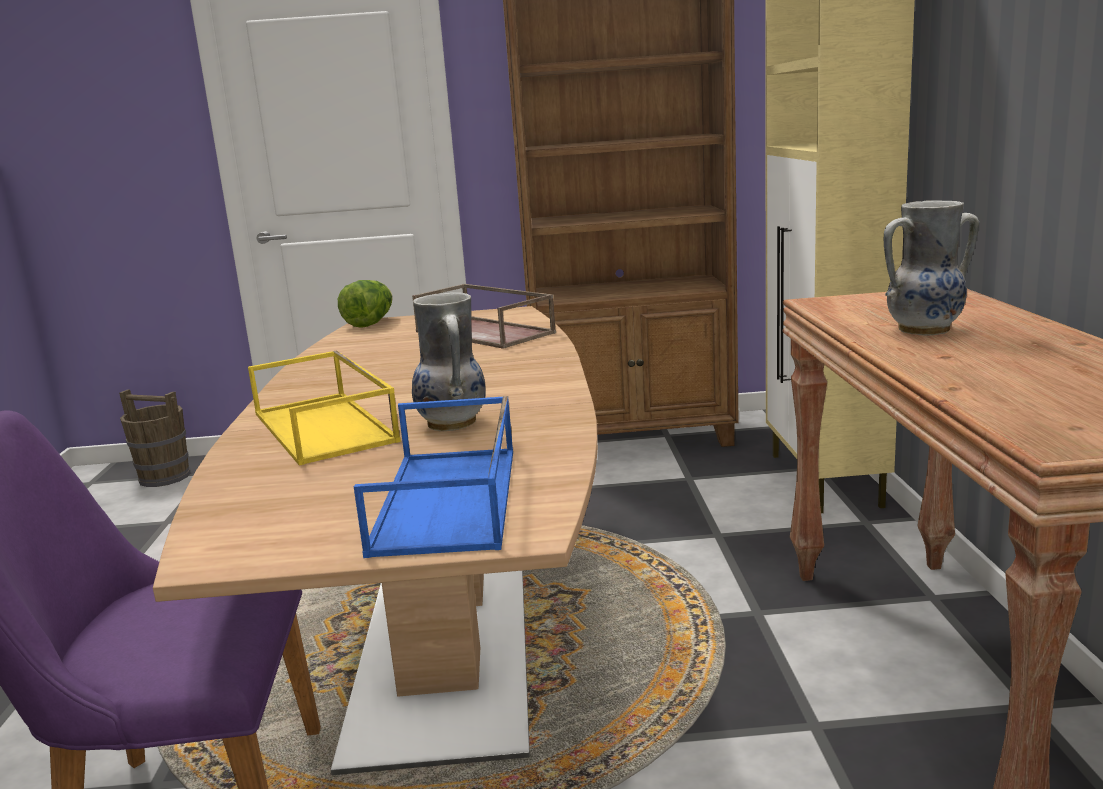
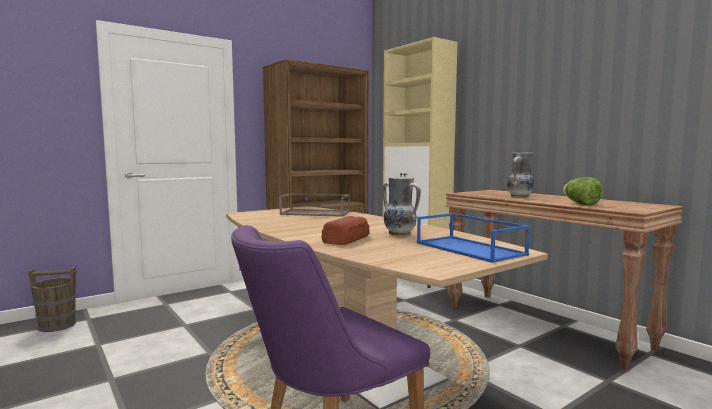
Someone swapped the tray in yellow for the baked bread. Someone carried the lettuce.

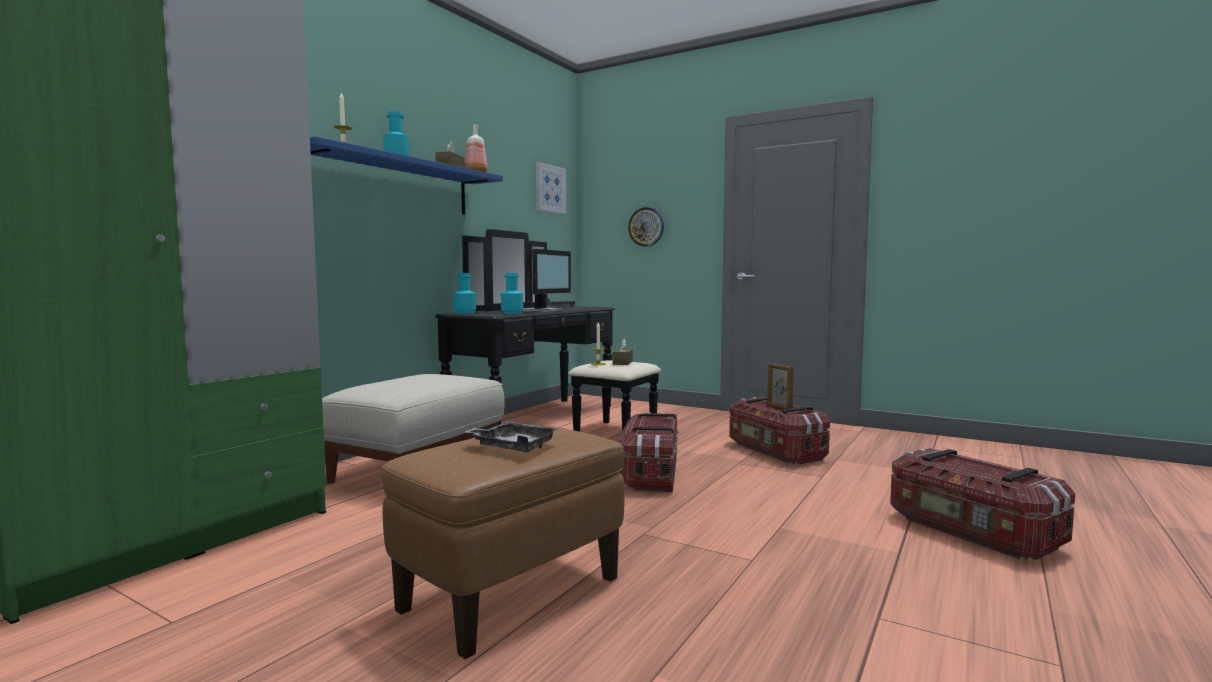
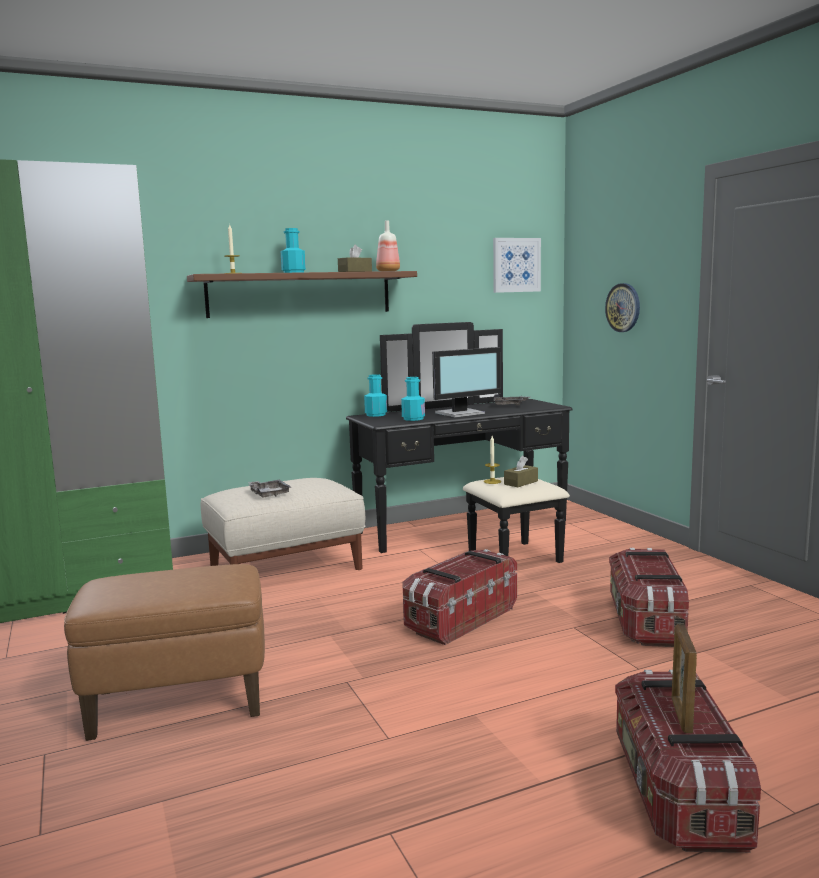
Someone repainted the shelf in bluish, which became the shelf in brownish. Someone carried the tray in greyish (no. 1 from left). Someone carried the picture frame.

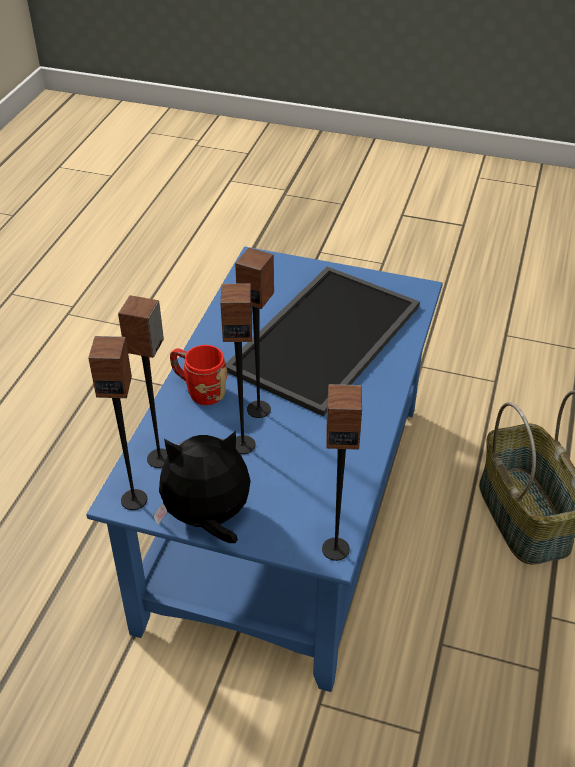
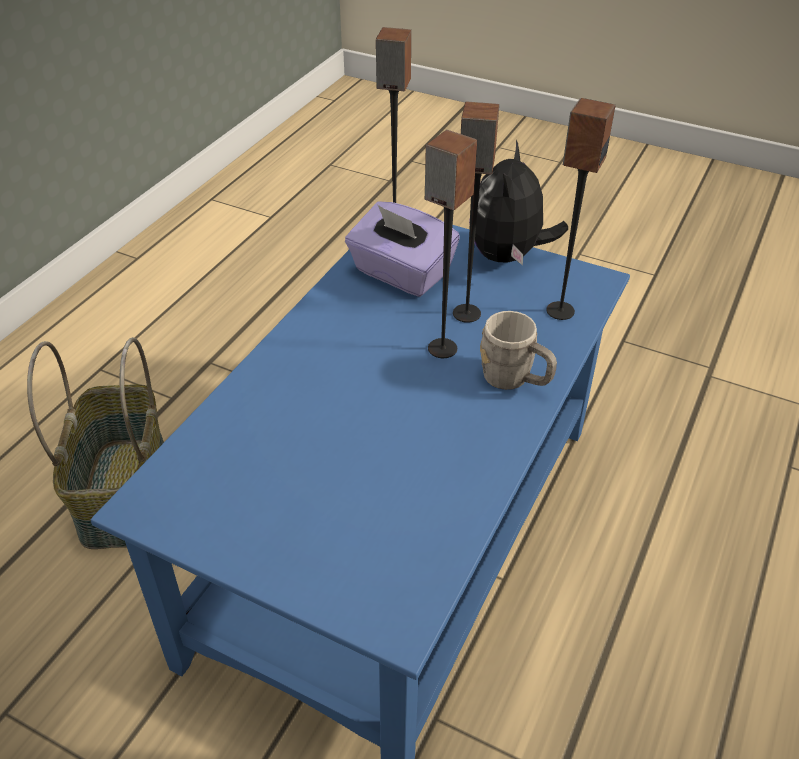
Someone took away the loudspeaker (no. 1 from left). Someone rotated the plush toy by 105 degrees clockwise. Someone repainted the mug in red, which became the mug in greyish. Someone took away the tray. Someone put down the tissue box in purple-coloured.

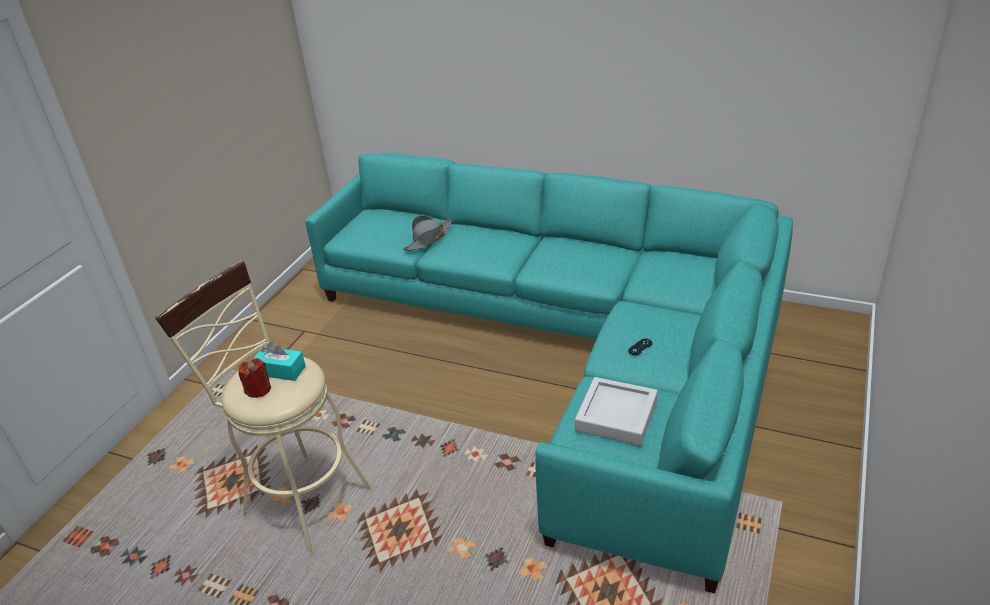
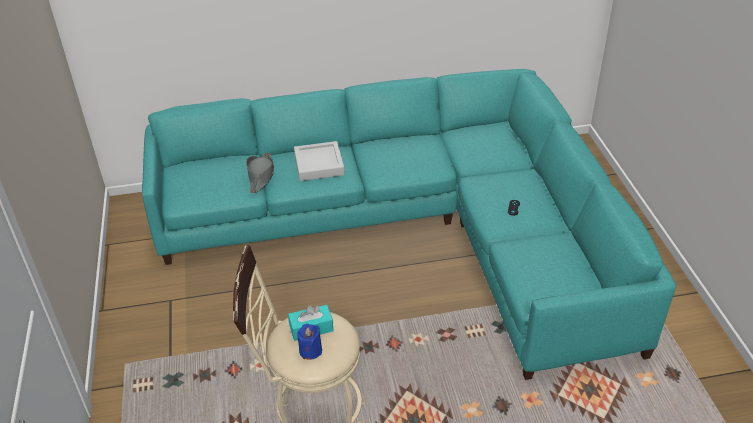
Someone repainted the wax light in red, which became the wax light in bluish. Someone carried the tray in greyish.

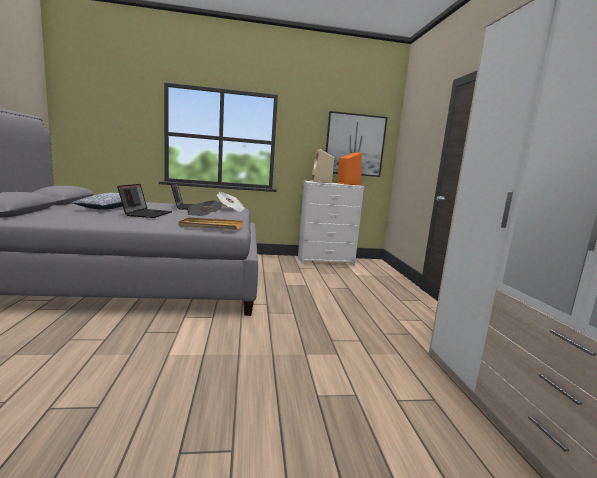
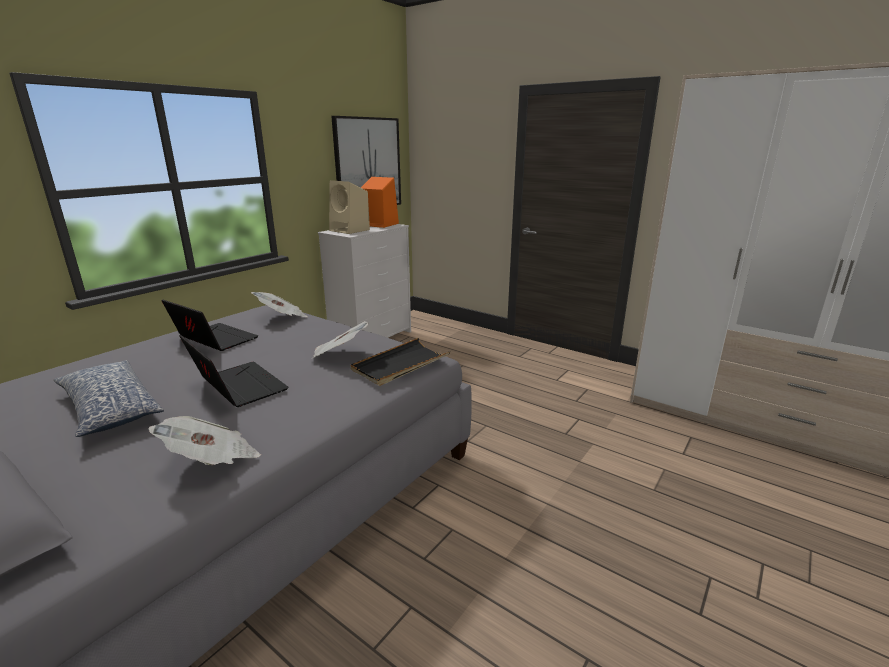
Someone repainted the tray in sand-coloured, which became the tray in black-coloured. Someone put down the printed paper (no. 1 from left).

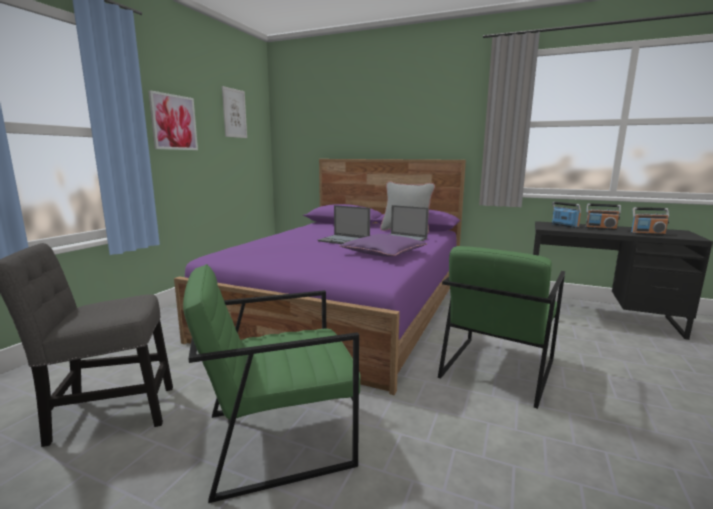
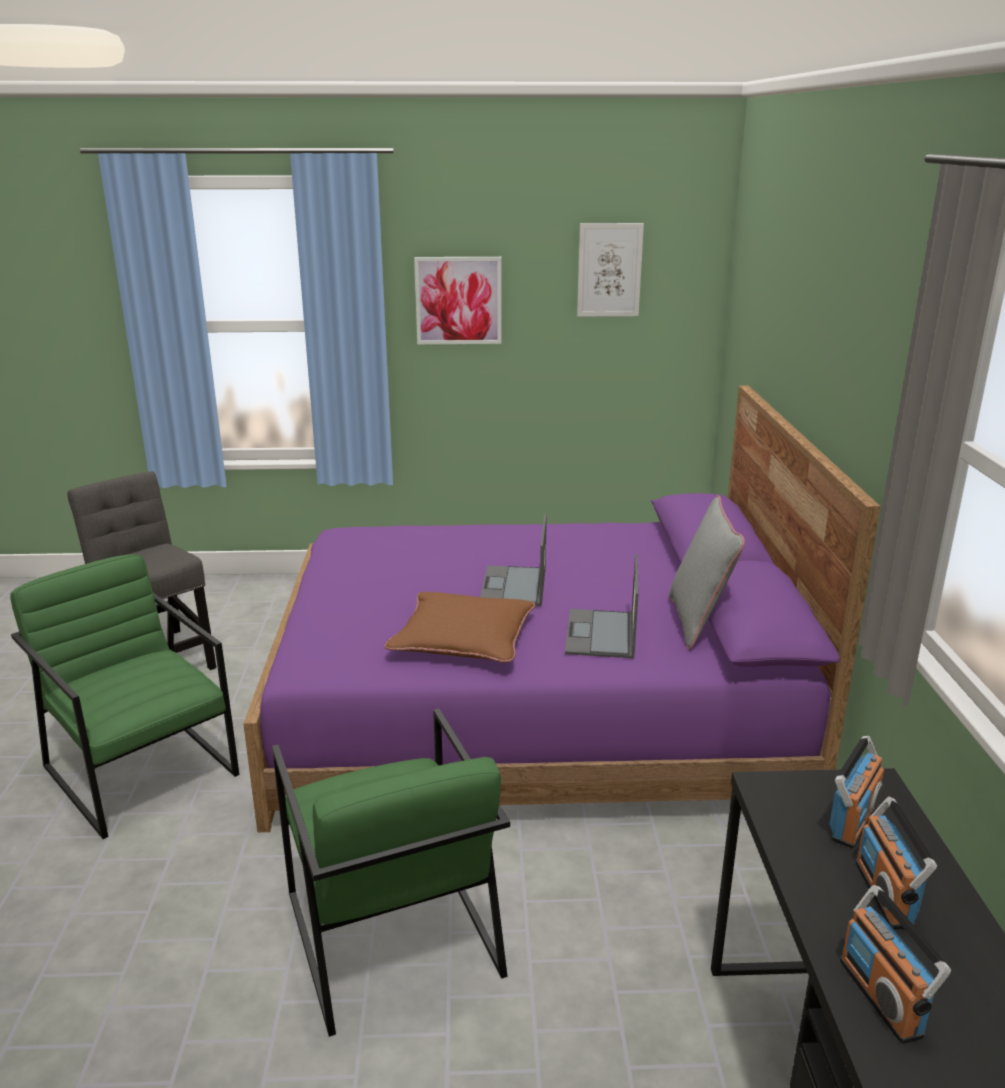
Someone repainted the pillow in purple-coloured, which became the pillow in brownish. Someone rotated the easy chair in green (no. 2 from left) by 120 degrees counterclockwise.

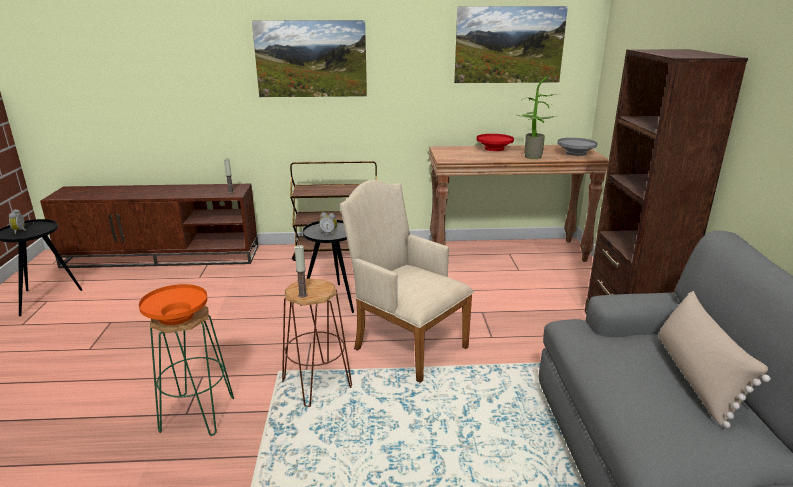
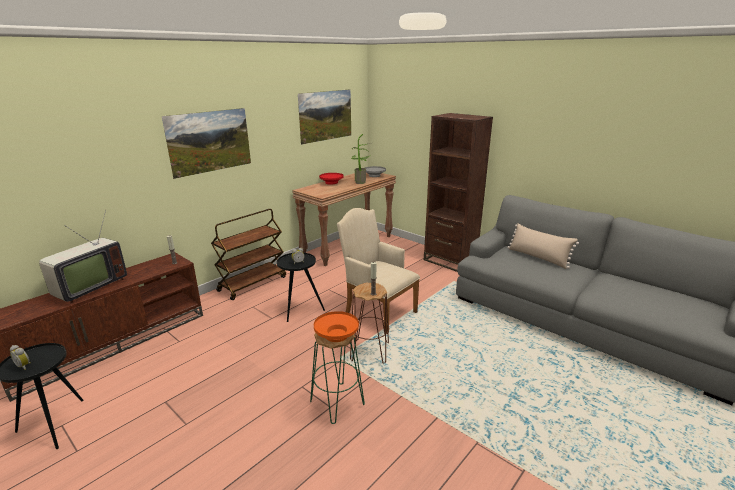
Someone rotated the easy chair in sand-coloured by 45 degrees clockwise. Someone put down the TV.

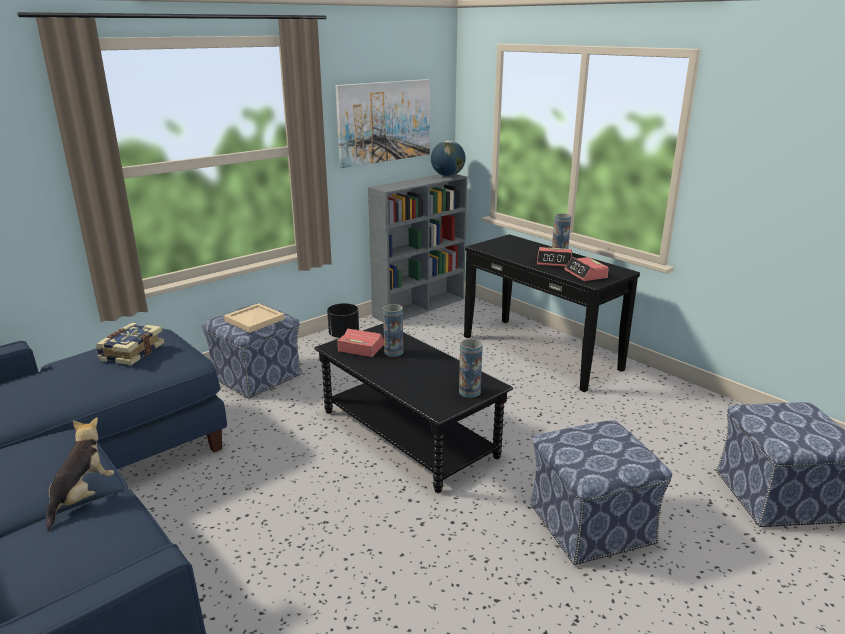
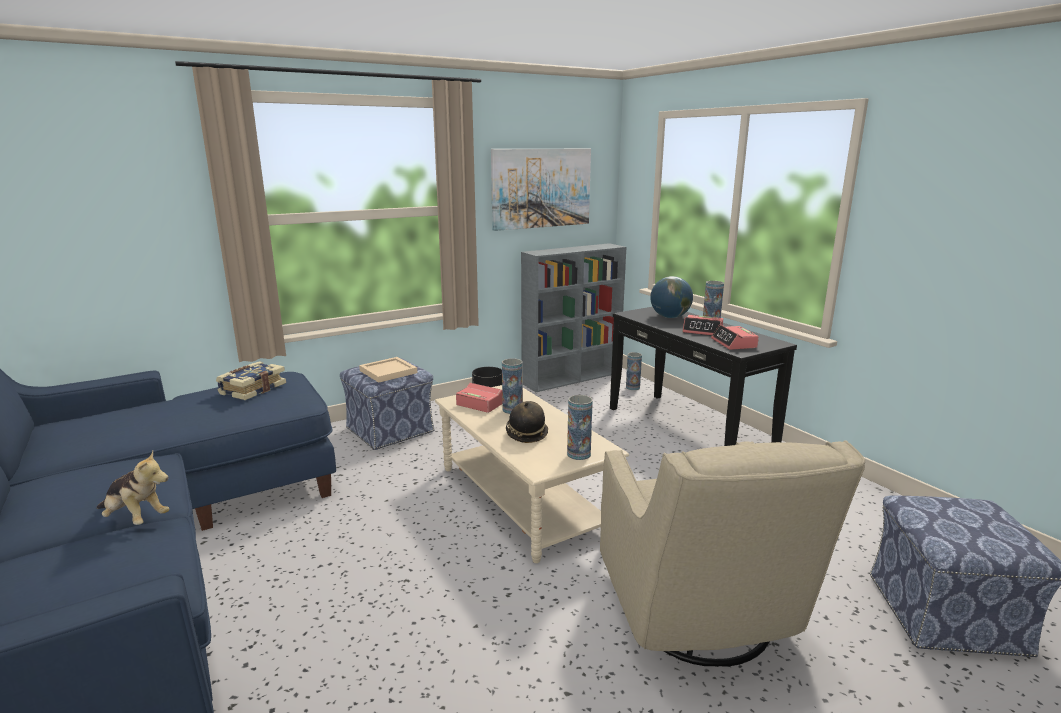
Someone rotated the plush toy by 90 degrees clockwise. Someone repainted the lounge table in black-coloured, which became the lounge table in sand-coloured. Someone carried the globe. Someone swapped the footrest (no. 2 from left) for the easy chair in sand-coloured. Someone put down the hat. Someone put down the decorative vase (no. 3 from left).

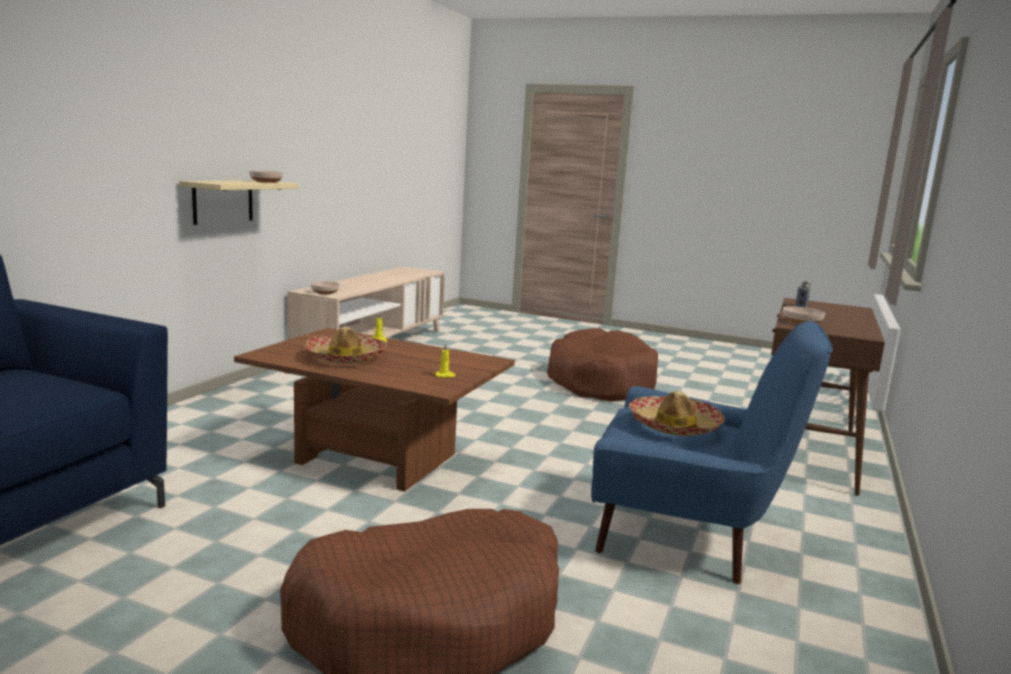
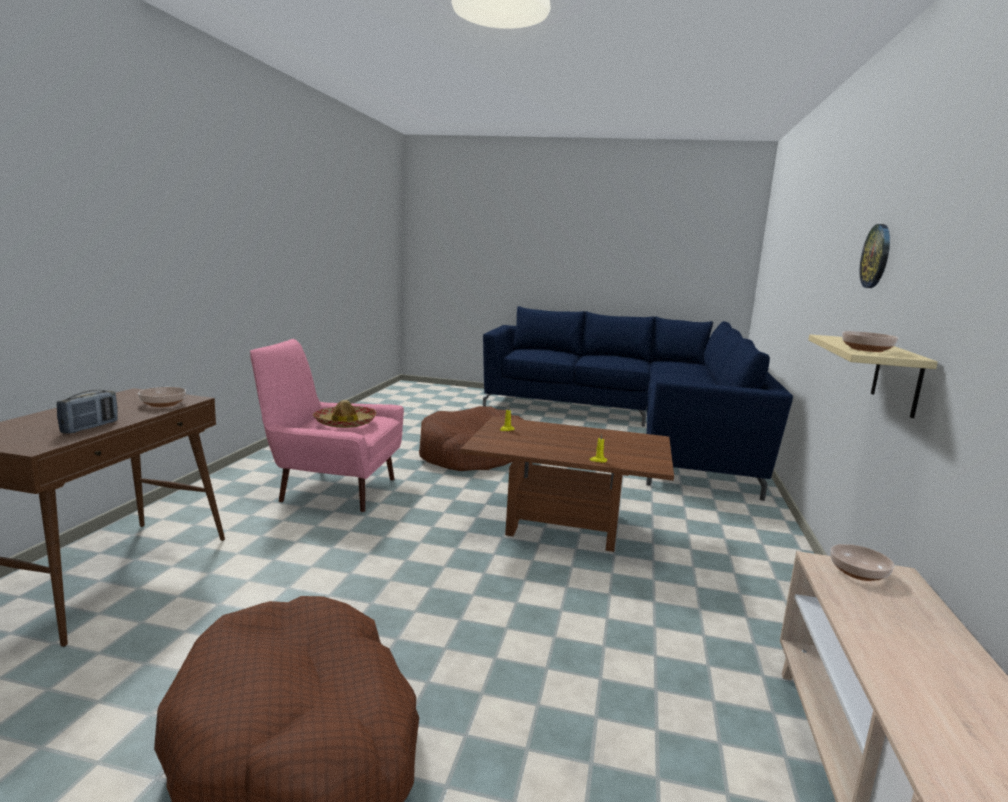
Someone took away the hat (no. 1 from left). Someone repainted the easy chair in bluish, which became the easy chair in pink-coloured. Someone put up the wall clock.

